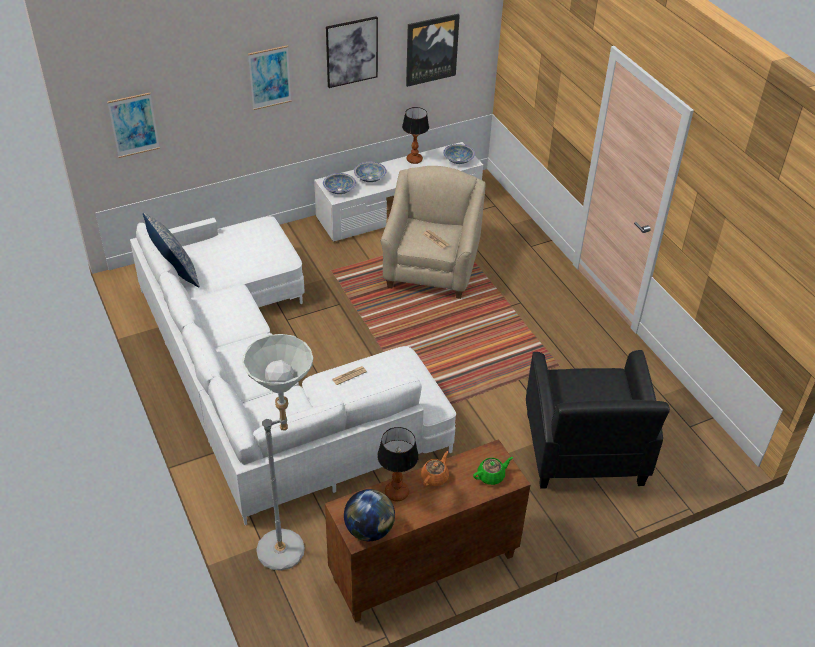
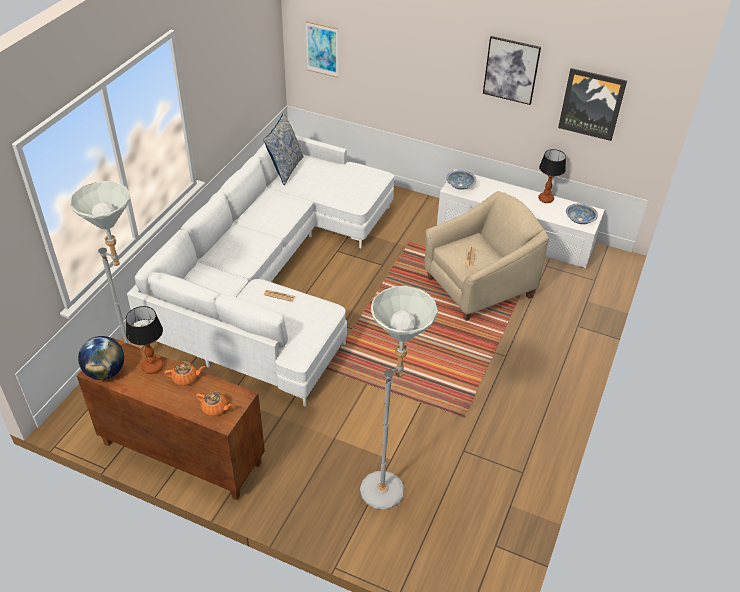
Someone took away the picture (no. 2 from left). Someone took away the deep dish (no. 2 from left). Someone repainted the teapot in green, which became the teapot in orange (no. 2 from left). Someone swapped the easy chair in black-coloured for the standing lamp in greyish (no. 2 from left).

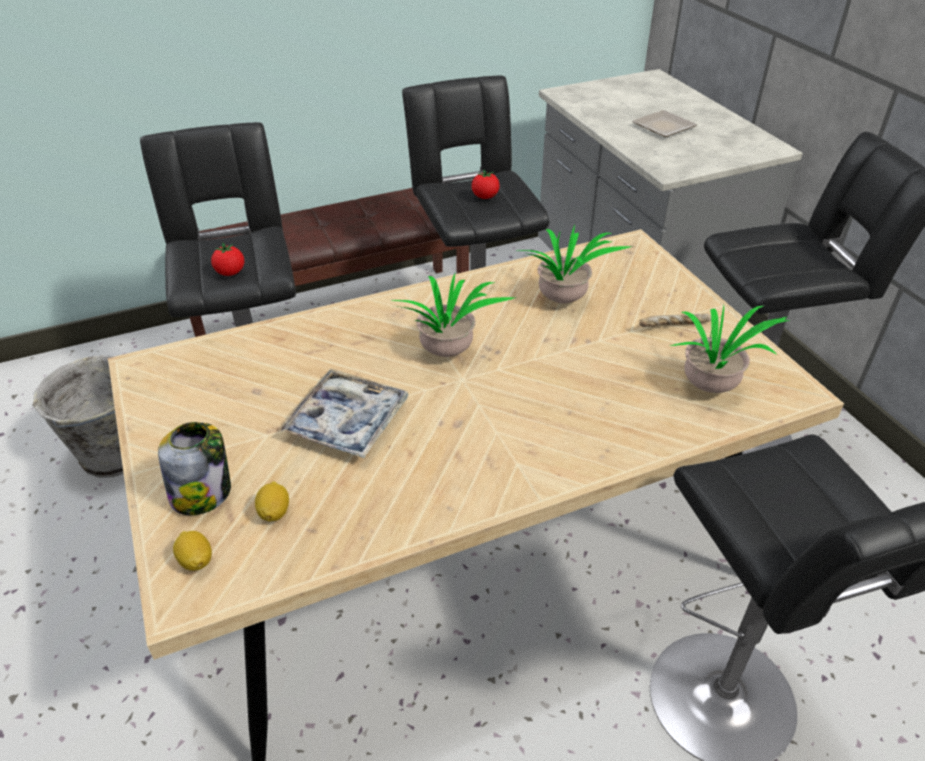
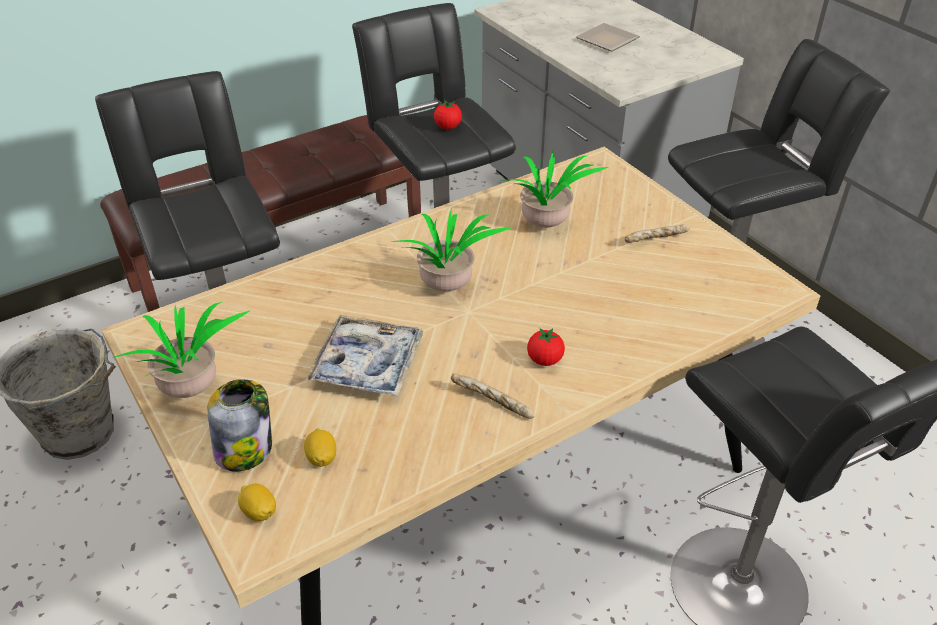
Someone carried the fresh tomato (no. 1 from left in the first image). Someone carried the plant in a pot (no. 3 from left in the first image). Someone put down the baked bread (no. 1 from left).

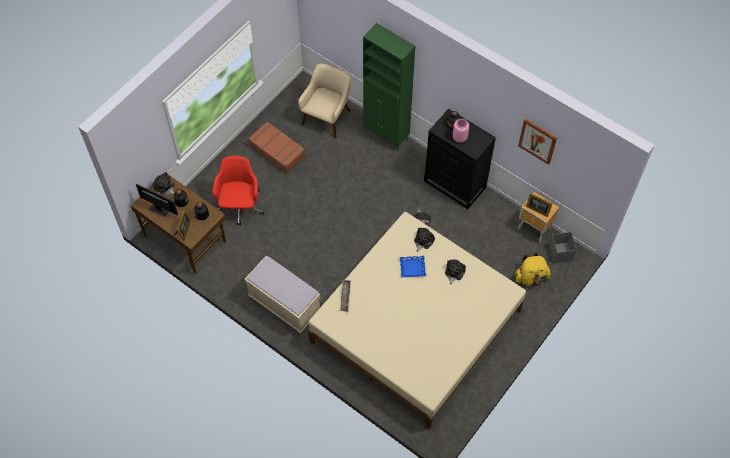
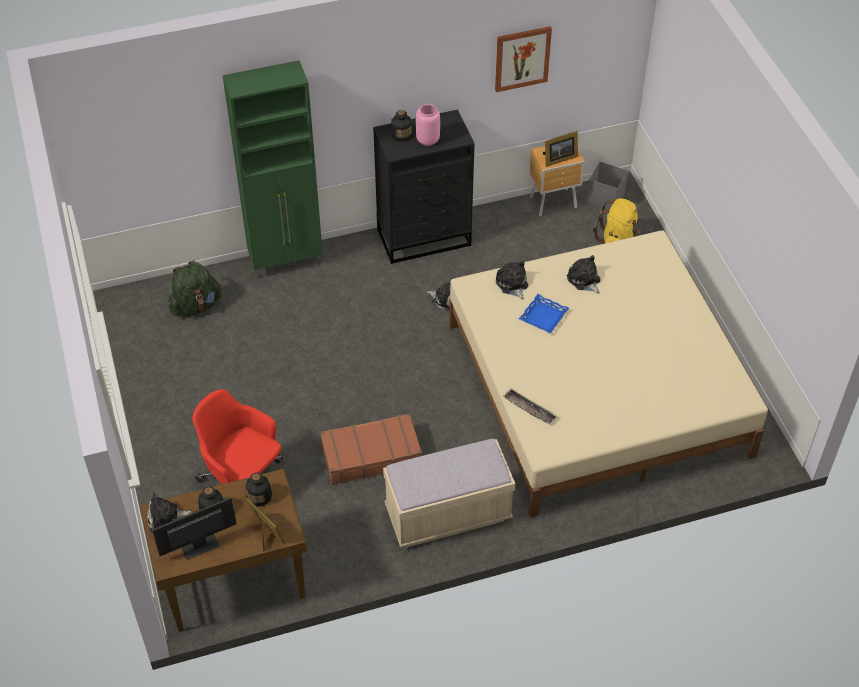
Someone carried the piece of luggage in brownish. Someone swapped the easy chair in sand-coloured for the rucksack in green.

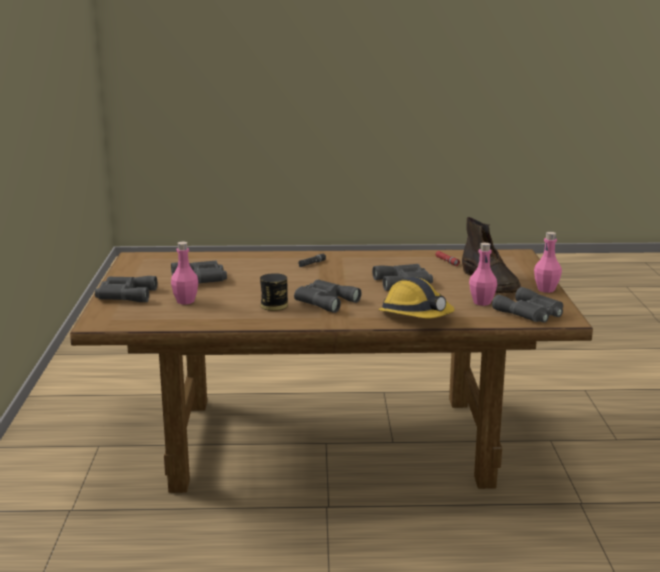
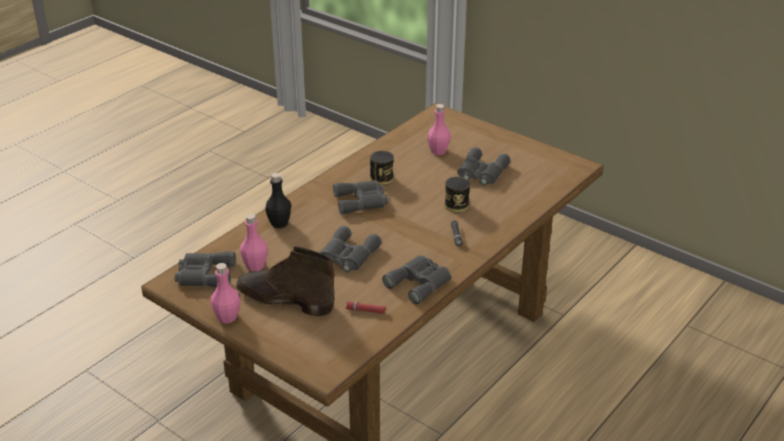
Someone carried the field glasses in greyish (no. 1 from left in the first image). Someone swapped the work helmet for the beverage bottle in black-coloured. Someone put down the can (no. 2 from left).

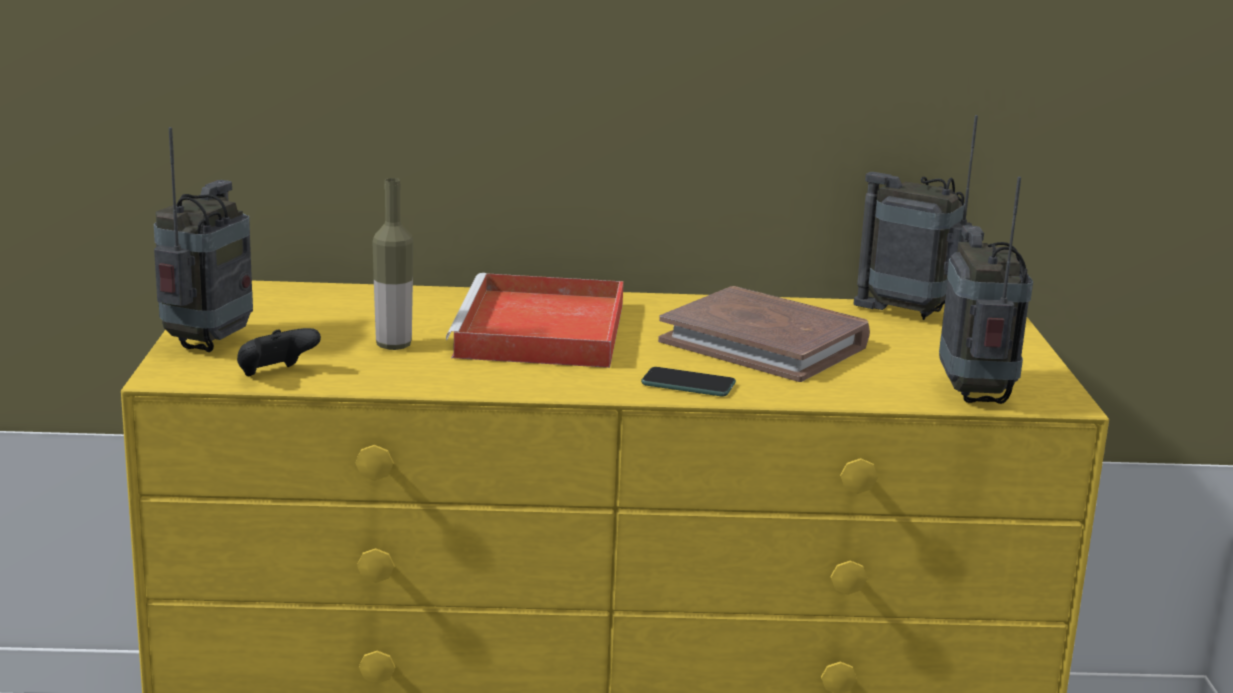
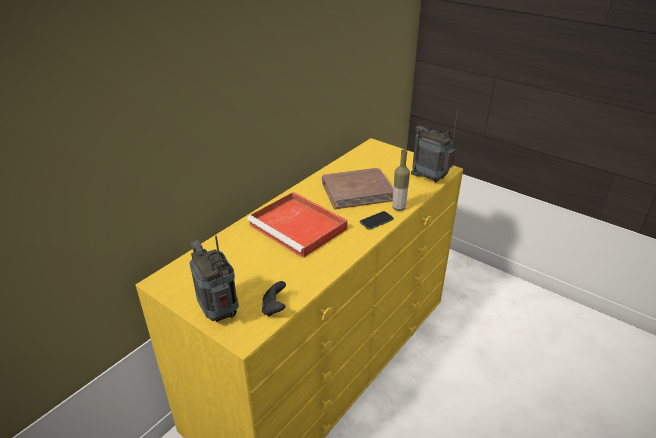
Someone carried the beverage bottle. Someone took away the radio receiver (no. 2 from left).

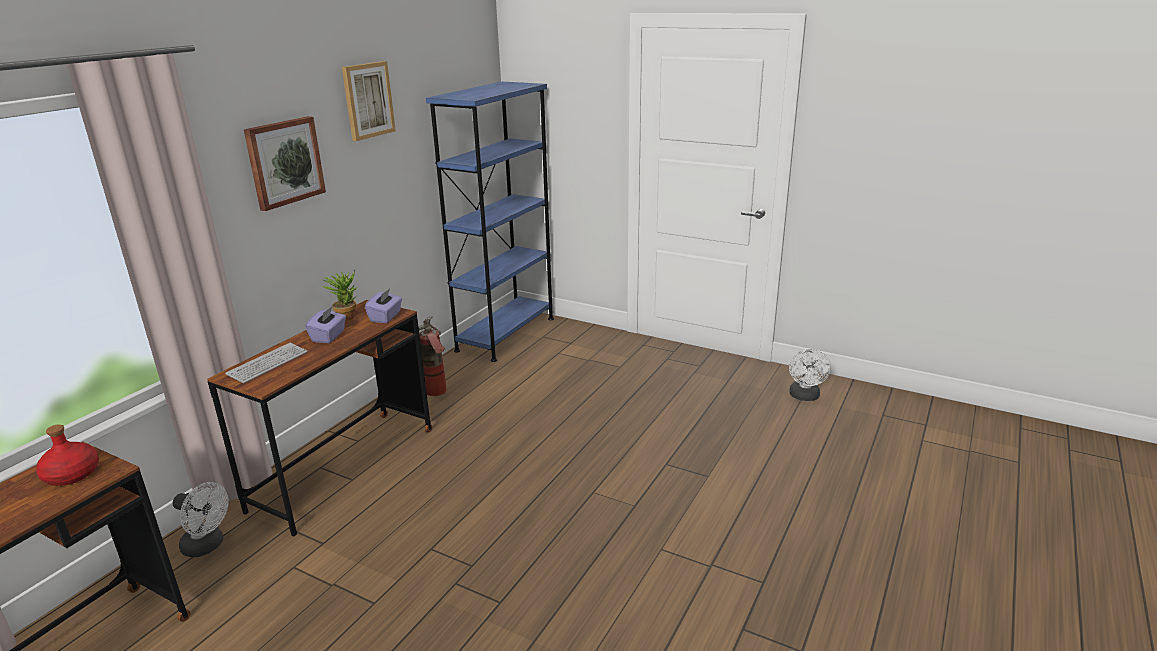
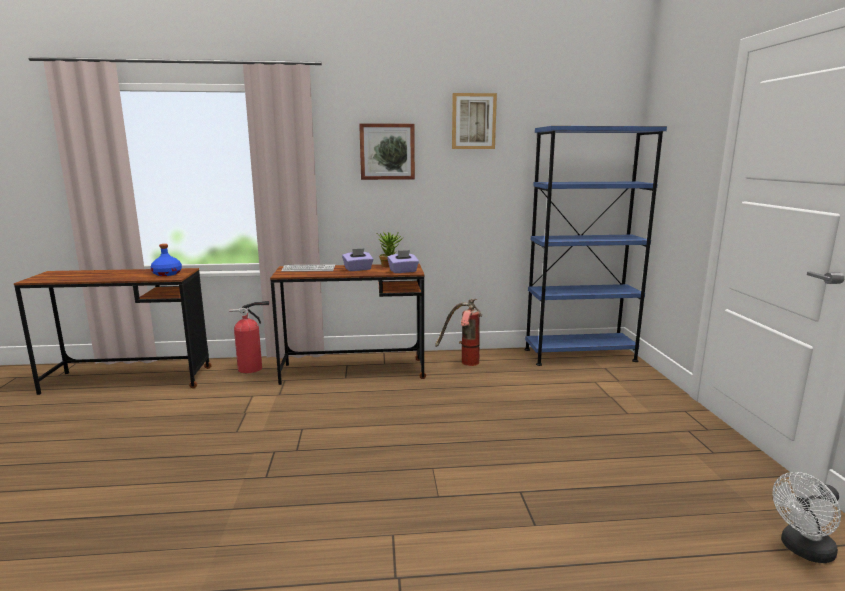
Someone repainted the beverage bottle in red, which became the beverage bottle in bluish. Someone swapped the electric fan in white-coloured (no. 1 from left) for the extinguisher (no. 1 from left).

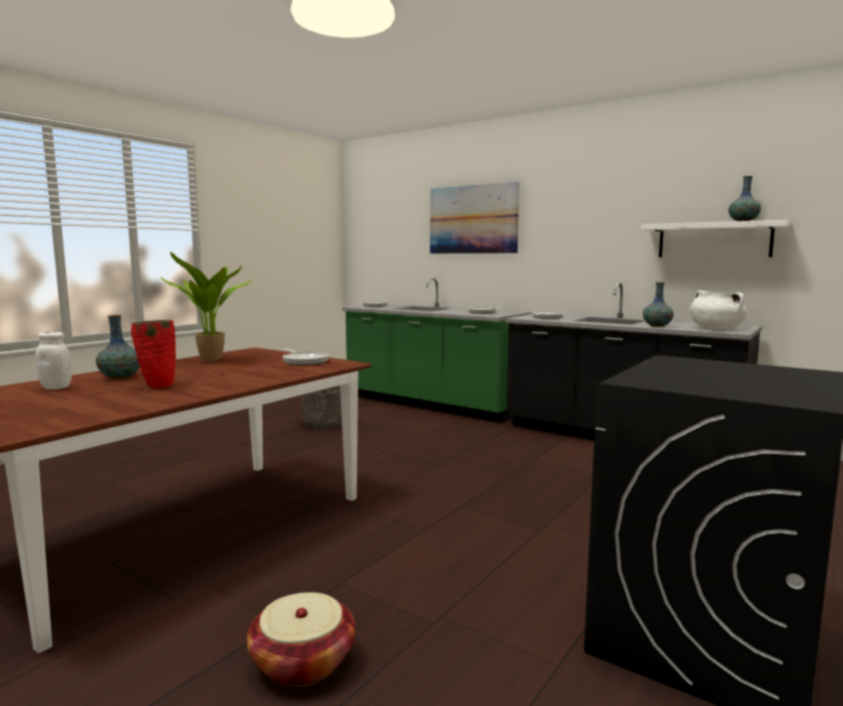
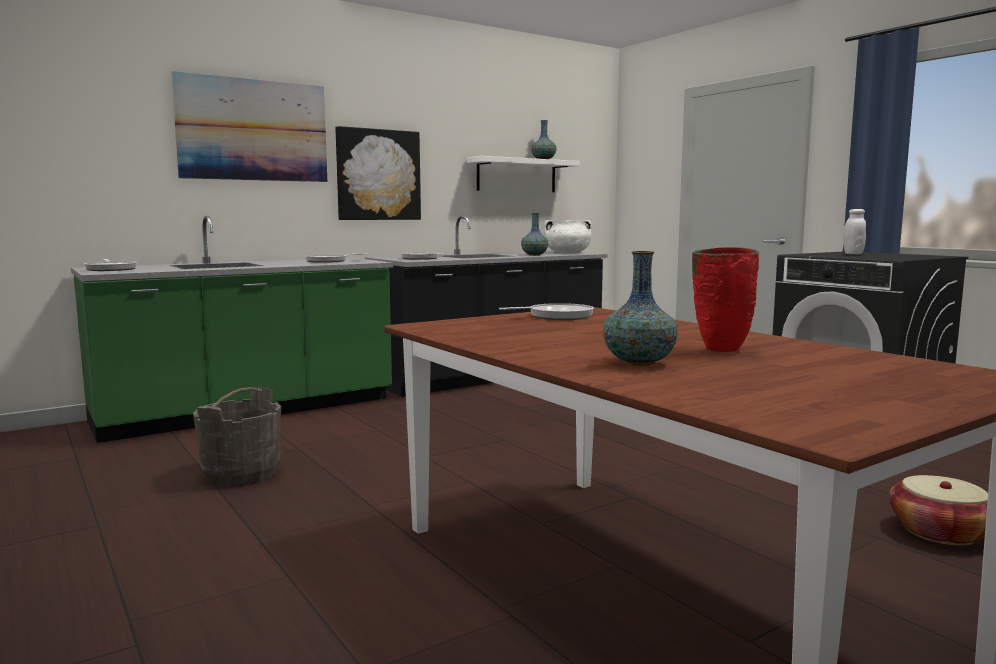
Someone carried the storage jar in white-coloured. Someone took away the plant in a pot. Someone put up the picture (no. 2 from left).

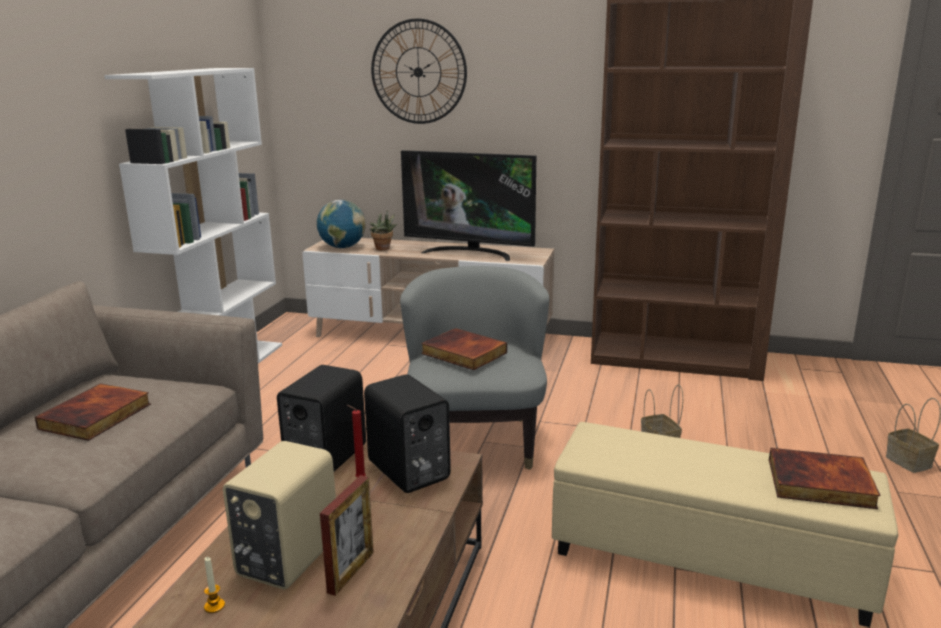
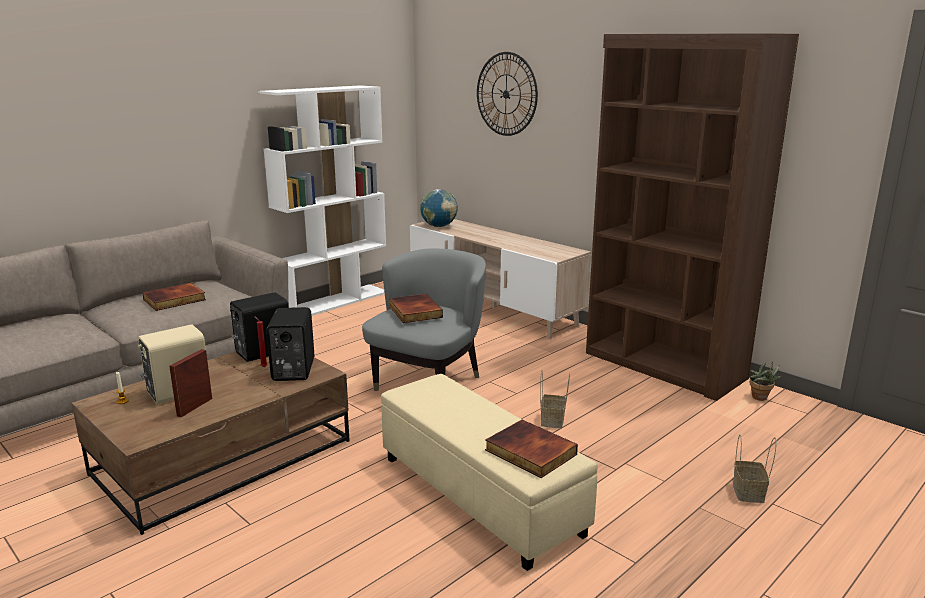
Someone rotated the picture frame by 150 degrees clockwise. Someone carried the plant in a pot. Someone took away the TV.

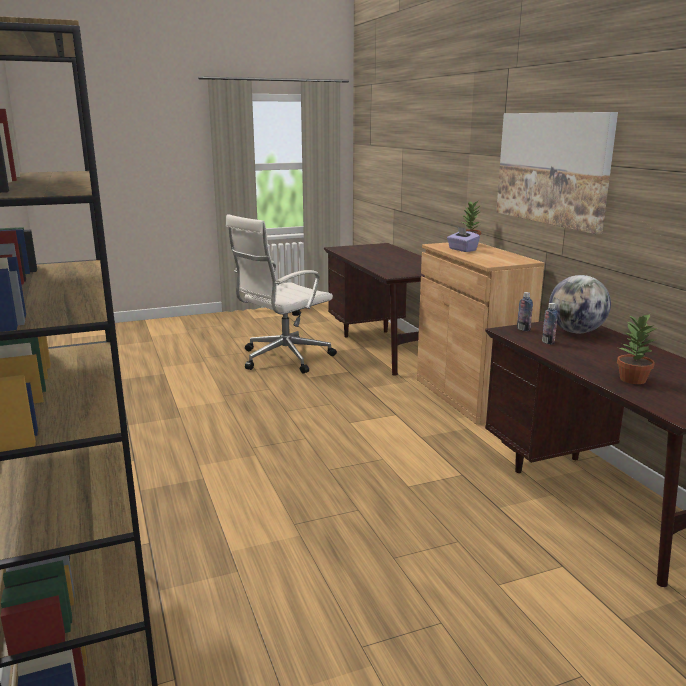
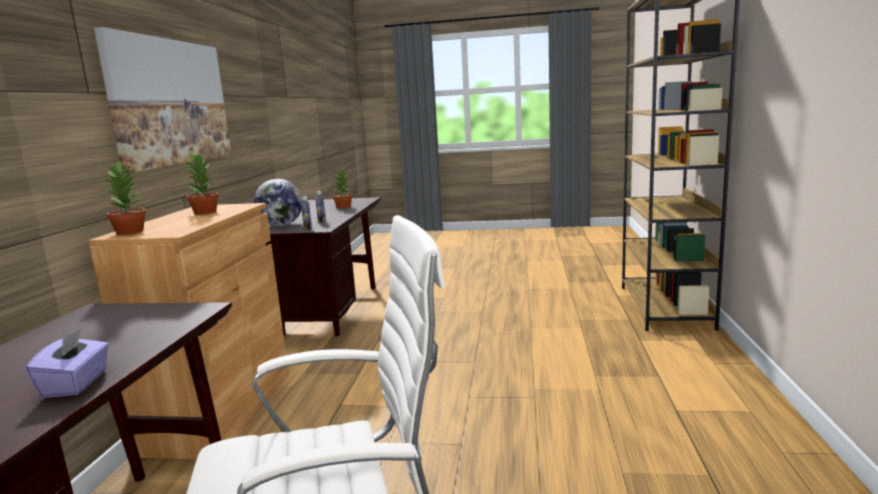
Someone carried the tissue box in purple-coloured. Someone put down the plant in a pot (no. 2 from left).

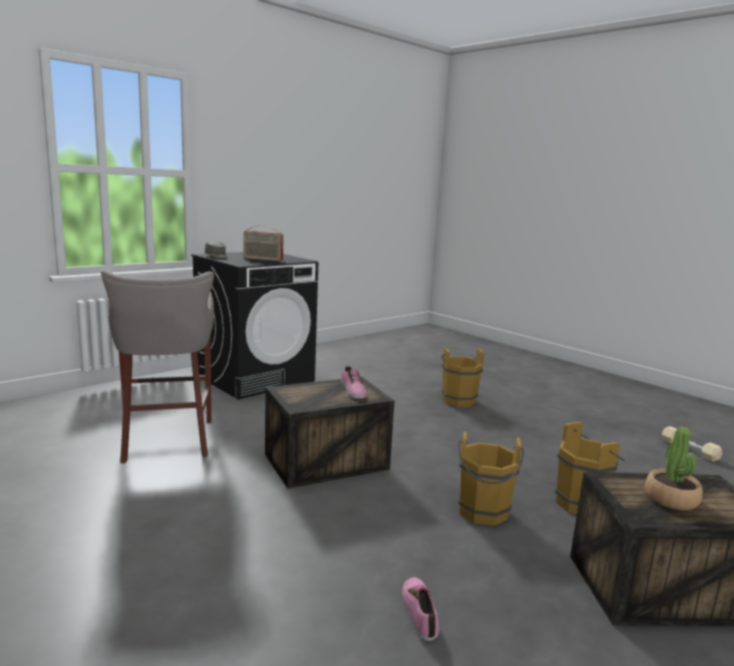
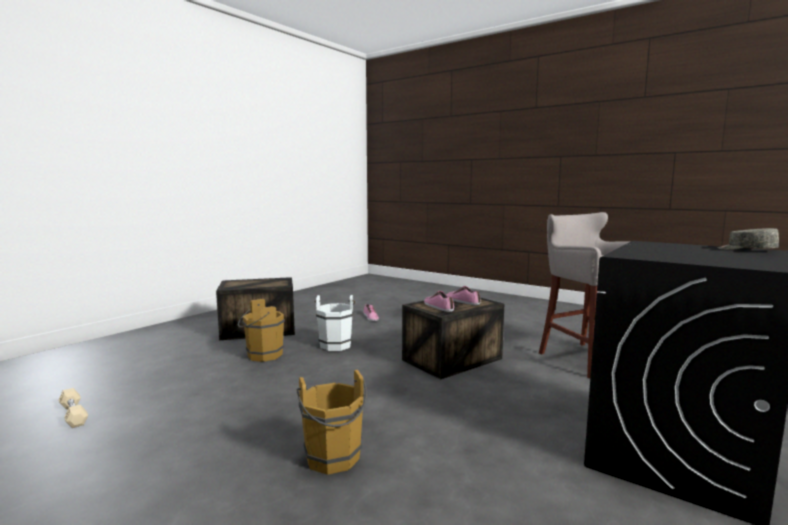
Someone took away the radio receiver. Someone repainted the pail in brownish (no. 2 from left), which became the pail in white-coloured. Someone took away the plant in a pot. Someone put down the item of footwear (no. 3 from left).

